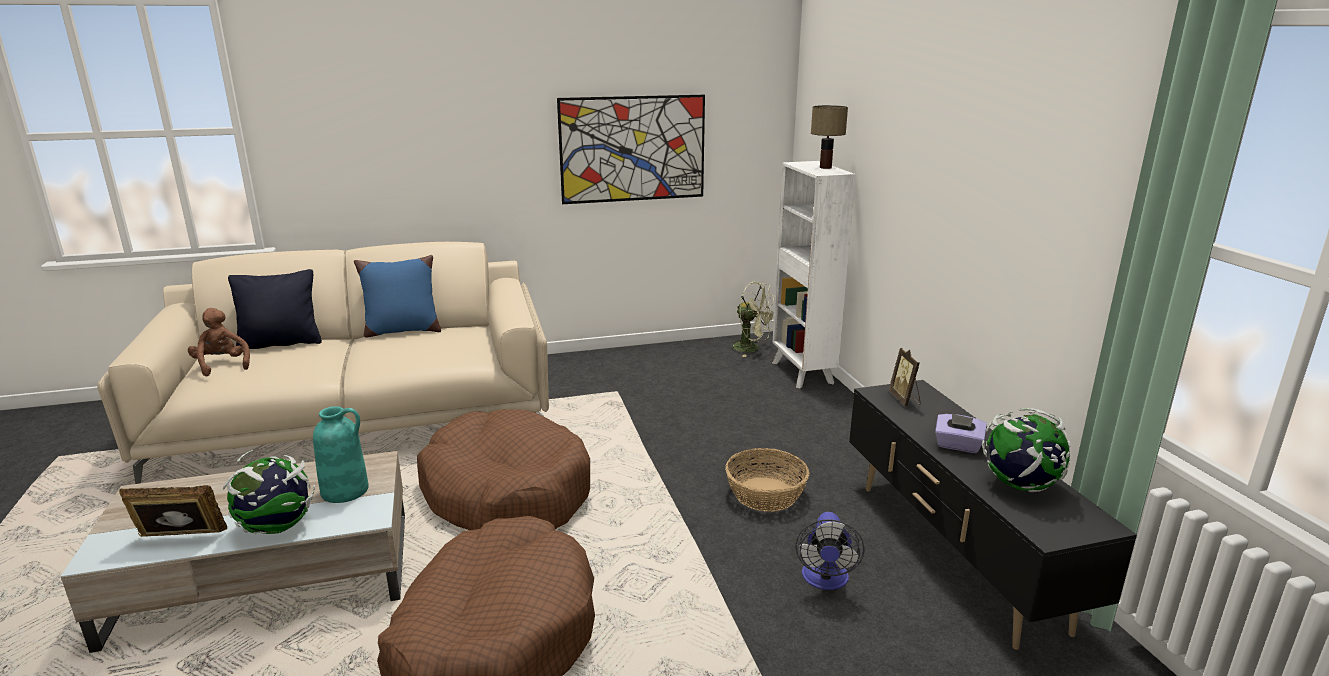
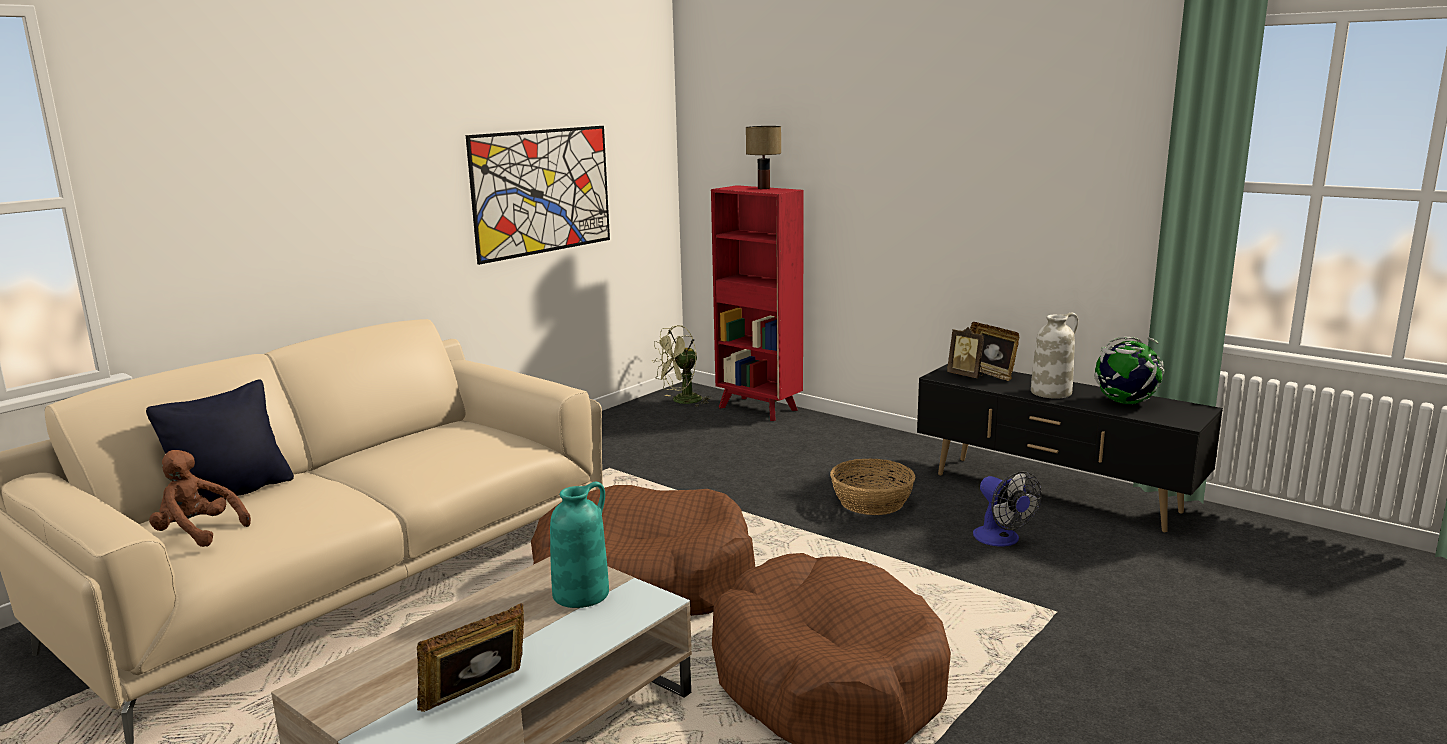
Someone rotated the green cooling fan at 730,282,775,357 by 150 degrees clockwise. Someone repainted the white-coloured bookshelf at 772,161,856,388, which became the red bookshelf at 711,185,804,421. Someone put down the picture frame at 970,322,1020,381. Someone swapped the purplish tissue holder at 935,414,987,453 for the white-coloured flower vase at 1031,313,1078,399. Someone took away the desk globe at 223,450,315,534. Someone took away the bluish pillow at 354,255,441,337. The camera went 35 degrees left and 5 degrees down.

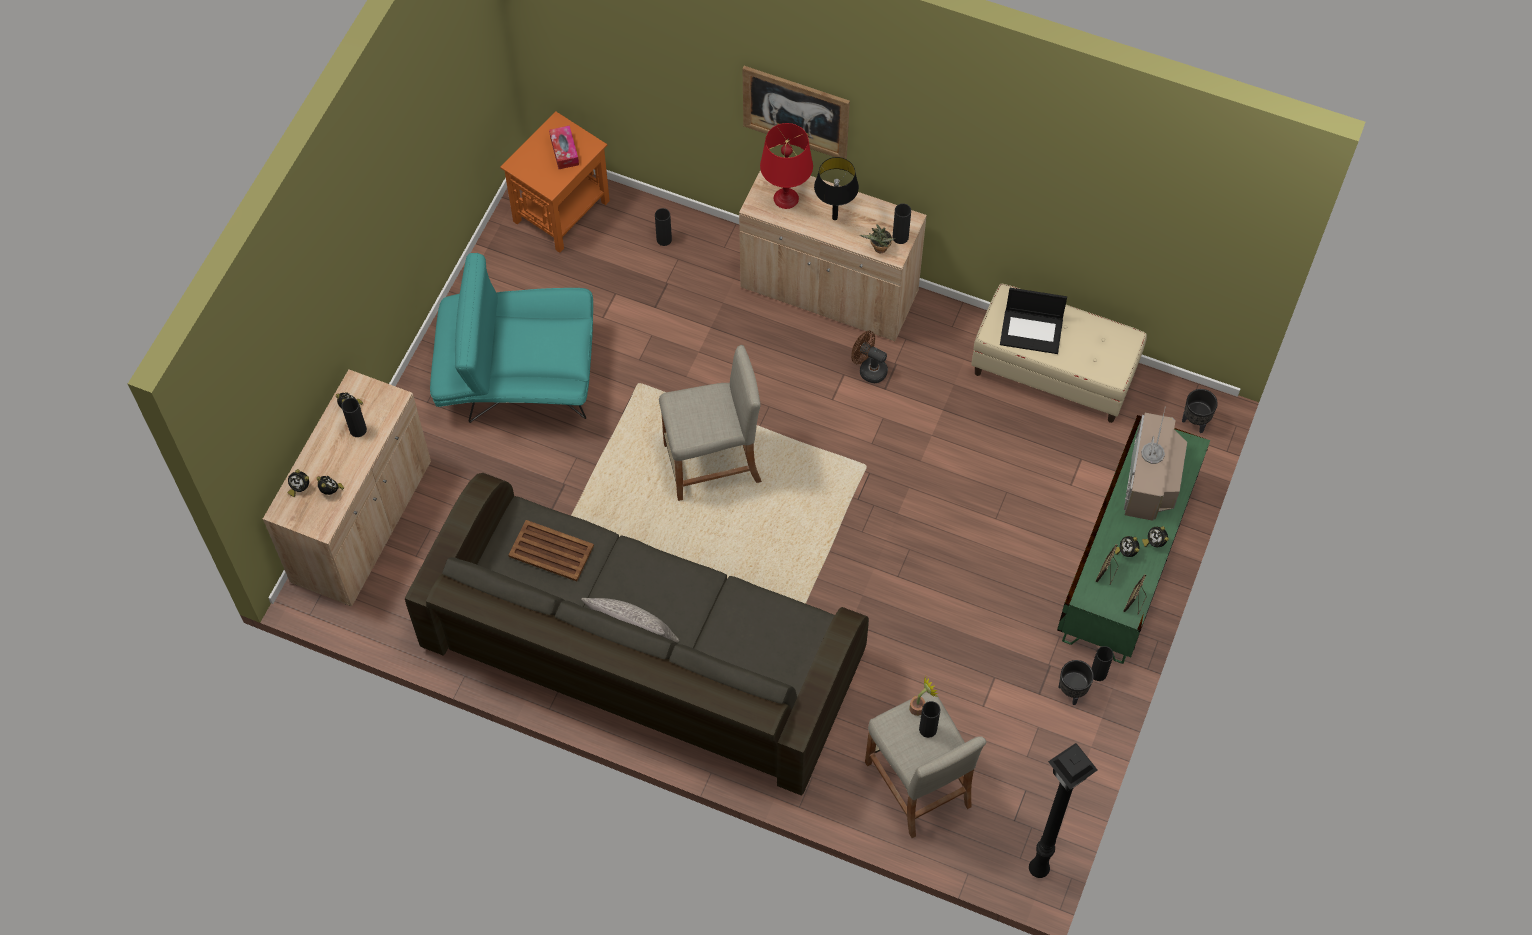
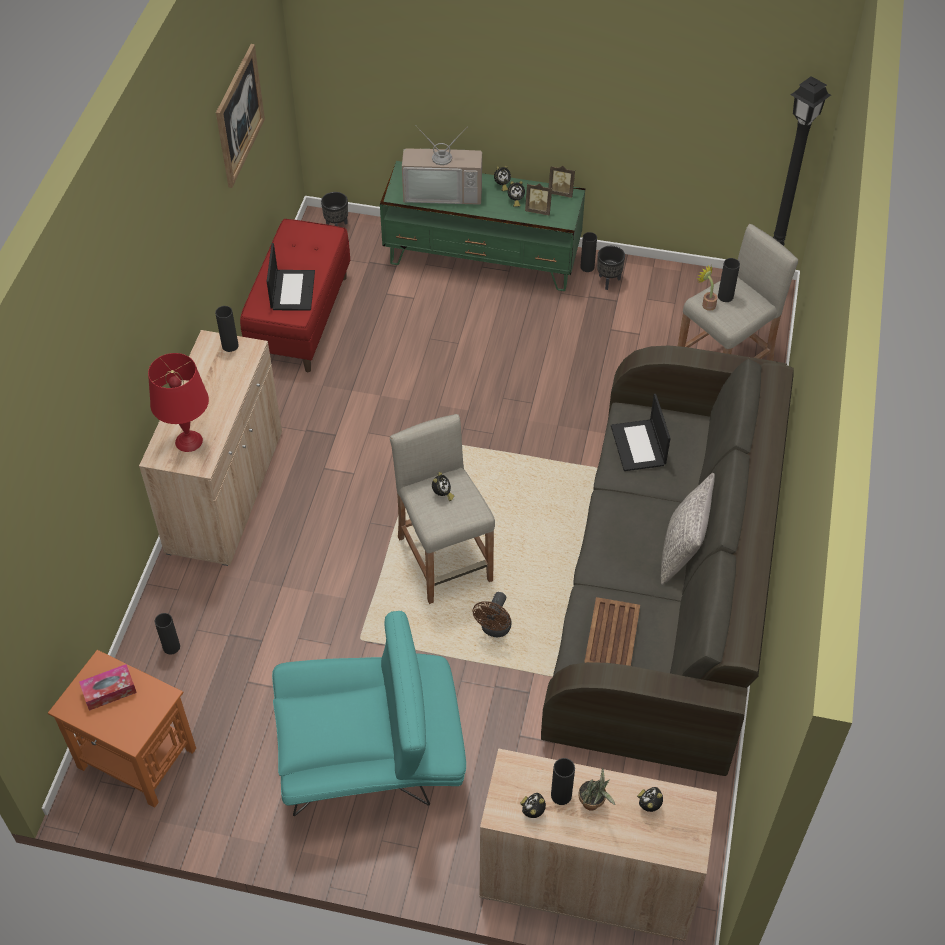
Someone carried the picture from 742,66,850,159 to 216,44,265,188. Someone repainted the beige-coloured long seat at 971,284,1147,423, which became the red long seat at 240,219,350,372. Someone rotated the blue-green lounge chair at 430,253,593,423 by 90 degrees counterclockwise. Someone carried the table clock from 287,469,309,497 to 432,472,454,501. Someone carried the brownish cooling fan from 851,331,888,383 to 472,592,512,637. Someone carried the houseplant from 860,224,895,253 to 578,767,615,811. Someone put down the laptop at 611,394,670,471. Someone took away the black-coloured table lamp at 814,157,859,220. The camera went 100 degrees left and 10 degrees down.

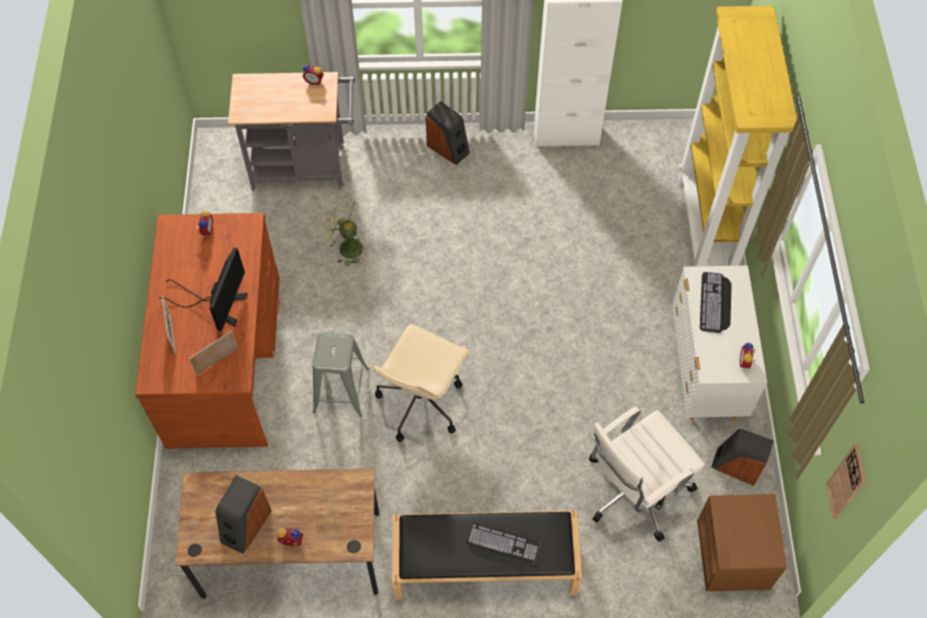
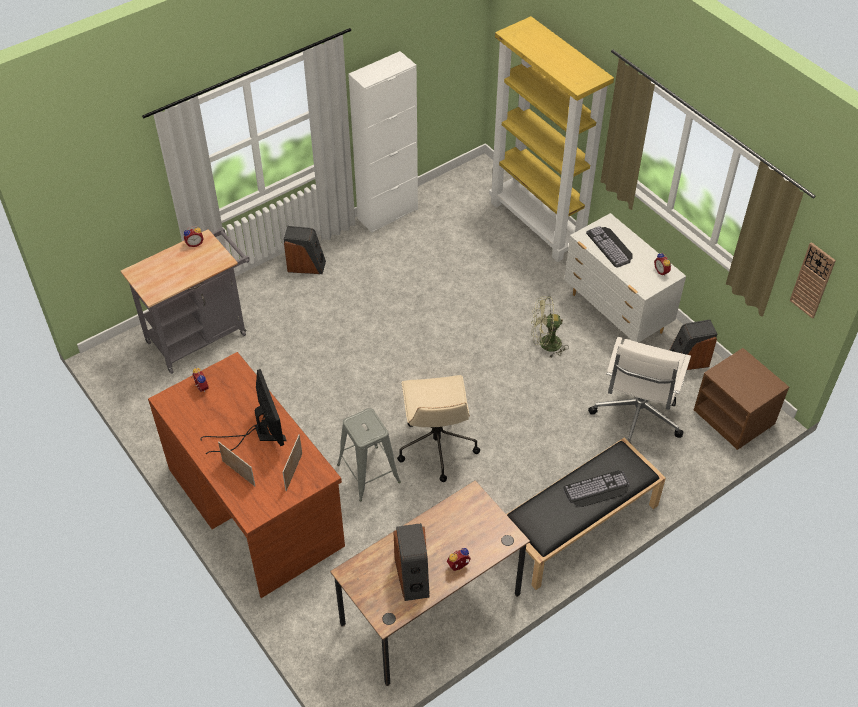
Someone carried the green cooling fan from 319,198,364,266 to 531,296,569,357. The camera went 35 degrees left and 10 degrees down.

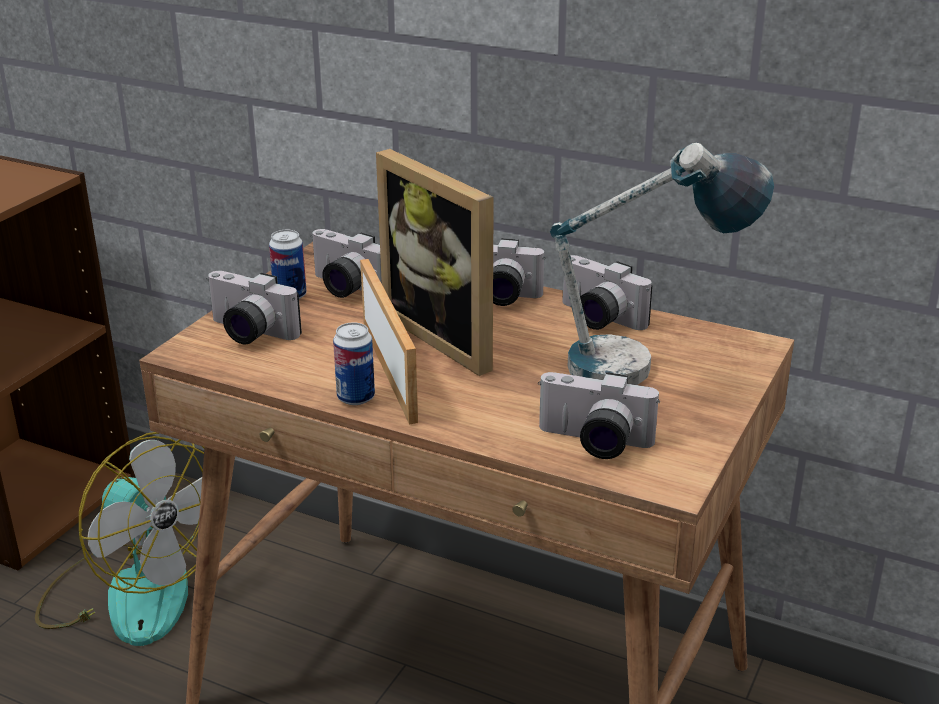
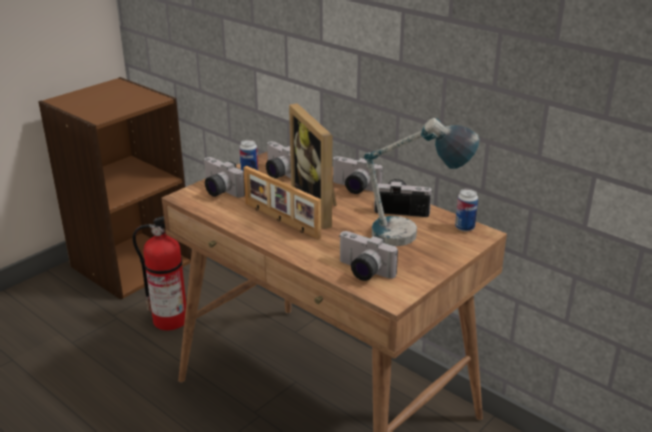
Someone swapped the cooling fan at 35,432,204,646 for the fire-fighting cylinder at 132,216,186,331. Someone rotated the picture frame at 360,259,418,424 by 135 degrees clockwise. Someone rotated the still camera at 562,255,652,330 by 135 degrees clockwise. Someone carried the sealed can from 333,323,375,405 to 455,189,478,232. The camera went 15 degrees right and 0 degrees up.

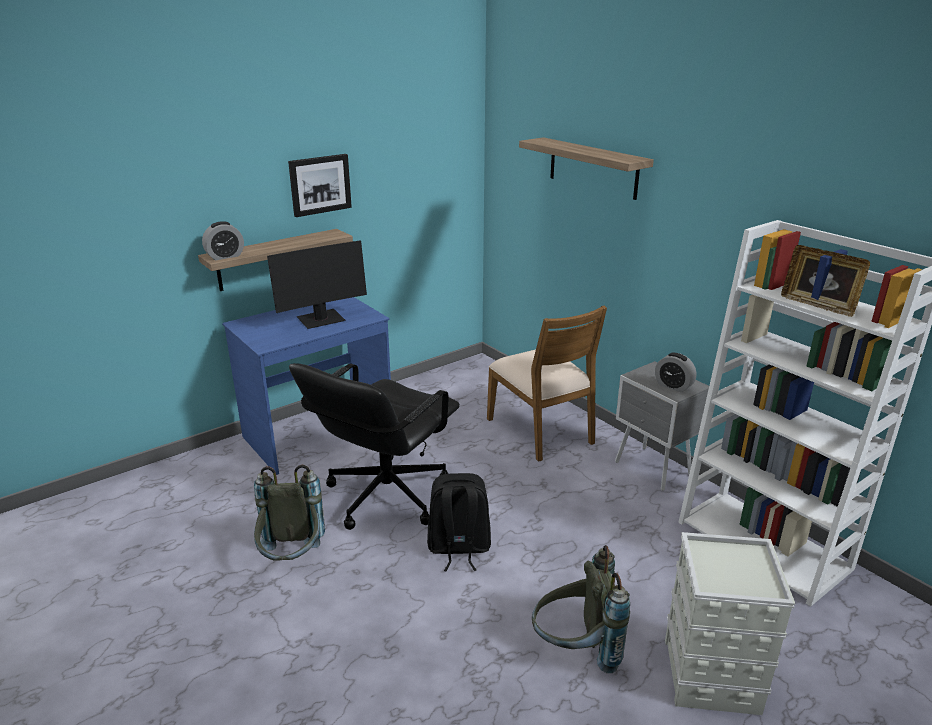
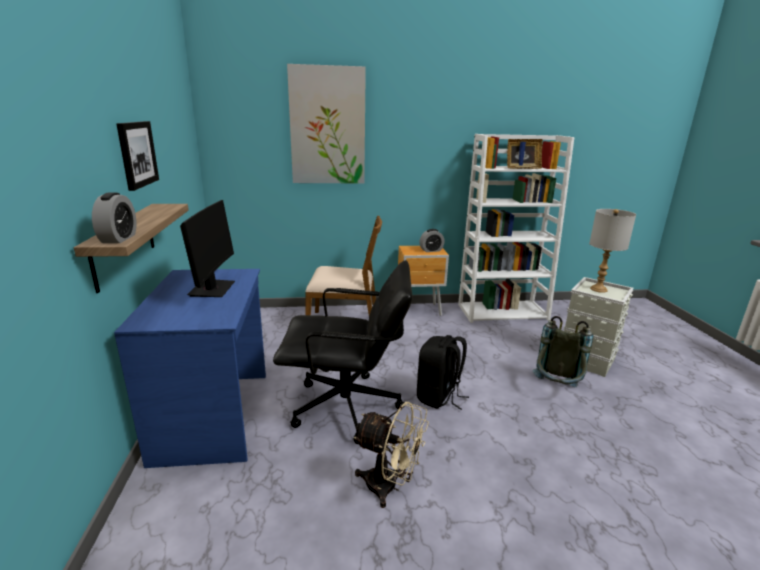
Someone rotated the black-coloured computer chair at 289,363,460,530 by 60 degrees counterclockwise. Someone swapped the bracket shelf at 519,137,654,200 for the picture at 287,64,366,184. Someone swapped the gray backpack at 254,465,325,561 for the beige-coloured cooling fan at 353,402,429,508. Someone repainted the gray nightstand at 615,361,709,491, which became the brownish nightstand at 398,246,449,316. Someone put down the gray table lamp at 589,209,636,293. The camera went 60 degrees left and 5 degrees down.

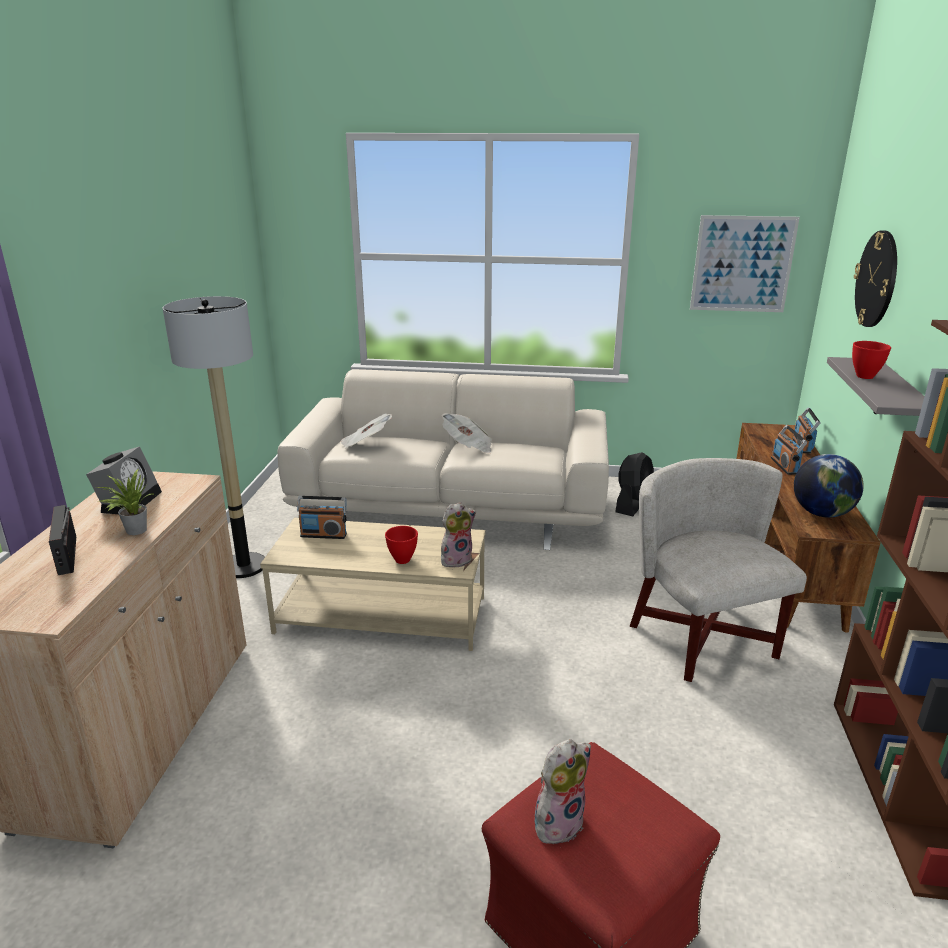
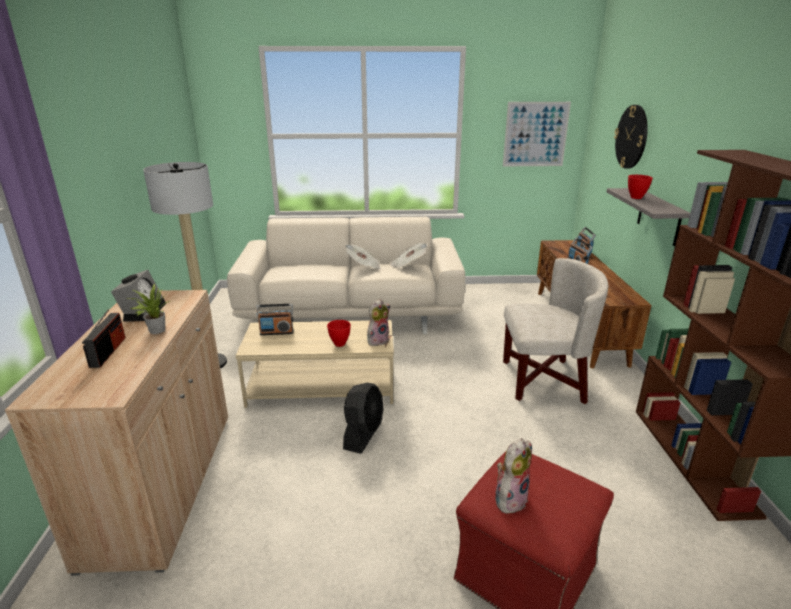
Someone rotated the radio receiver at 49,505,76,575 by 150 degrees counterclockwise. Someone carried the black-coloured cooling fan from 615,452,654,516 to 343,383,384,454. Someone carried the newspaper from 341,413,392,449 to 389,243,429,269. Someone rotated the white-coloured lounge chair at 630,458,807,682 by 120 degrees clockwise. Someone took away the desk globe at 794,454,864,518. The camera went 10 degrees left and 0 degrees up.

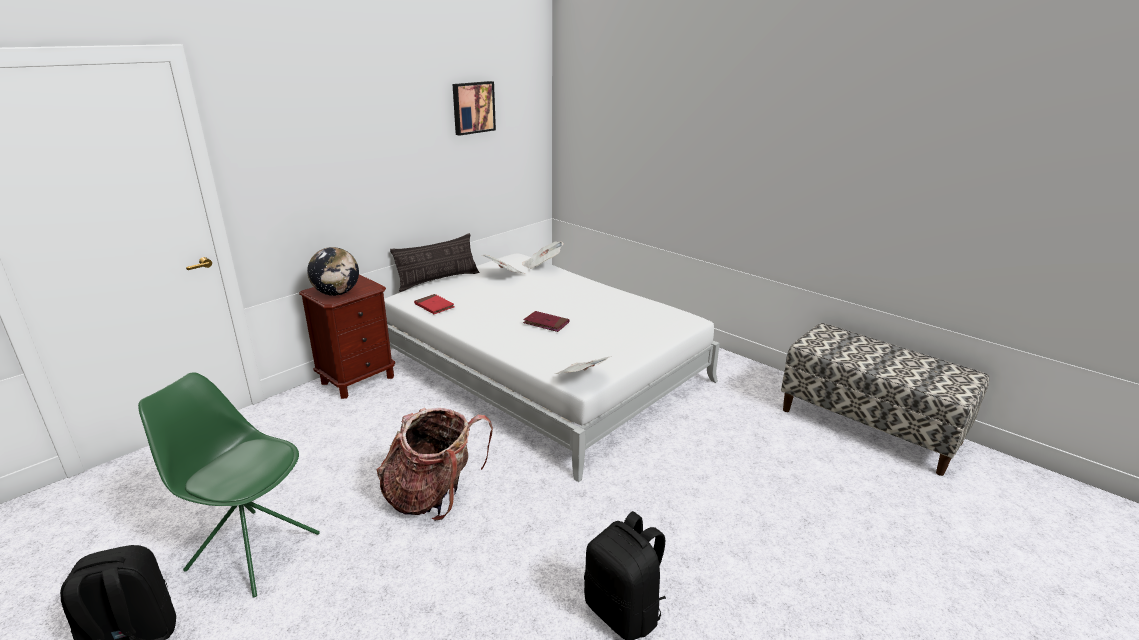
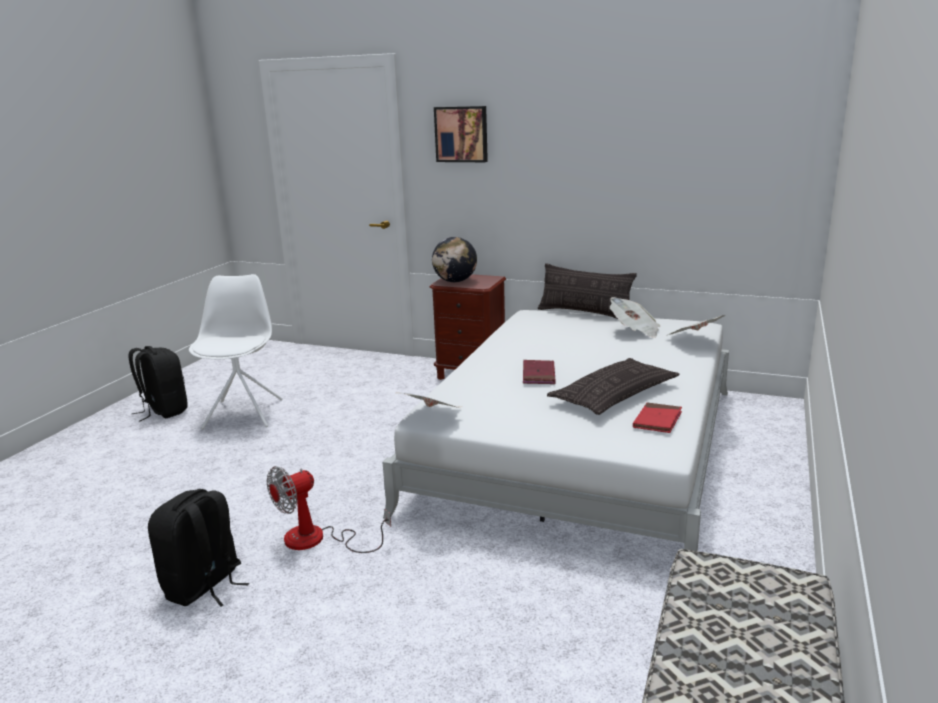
Someone repainted the green plain chair at 138,372,320,598, which became the white-coloured plain chair at 189,274,283,429. Someone put down the cooling fan at 267,466,391,553. Someone carried the picture from 452,81,496,136 to 434,106,488,162. Someone put down the pillow at 547,358,680,415. Someone carried the red volume from 414,294,454,314 to 633,403,682,433. Someone took away the backpack at 377,408,493,521. The camera went 70 degrees right and 5 degrees down.

